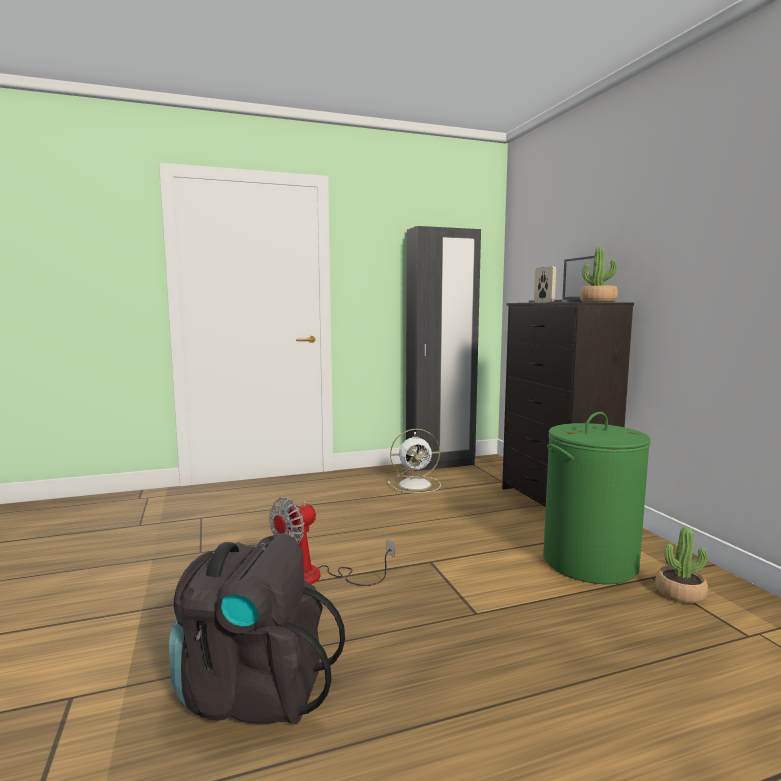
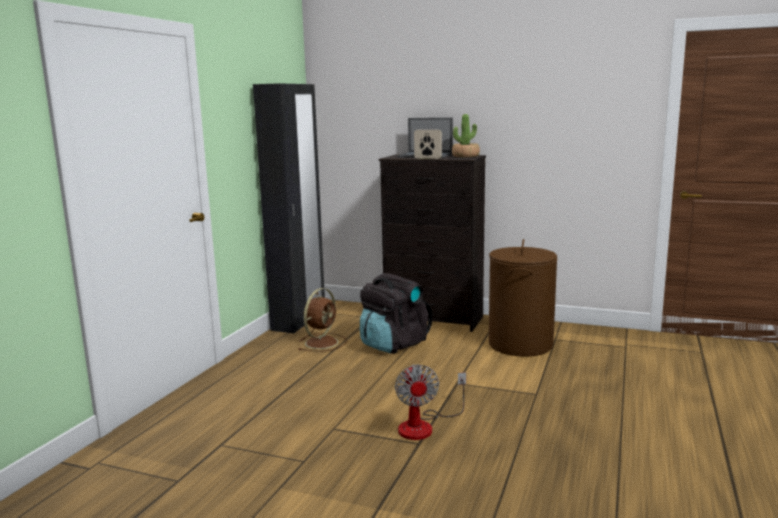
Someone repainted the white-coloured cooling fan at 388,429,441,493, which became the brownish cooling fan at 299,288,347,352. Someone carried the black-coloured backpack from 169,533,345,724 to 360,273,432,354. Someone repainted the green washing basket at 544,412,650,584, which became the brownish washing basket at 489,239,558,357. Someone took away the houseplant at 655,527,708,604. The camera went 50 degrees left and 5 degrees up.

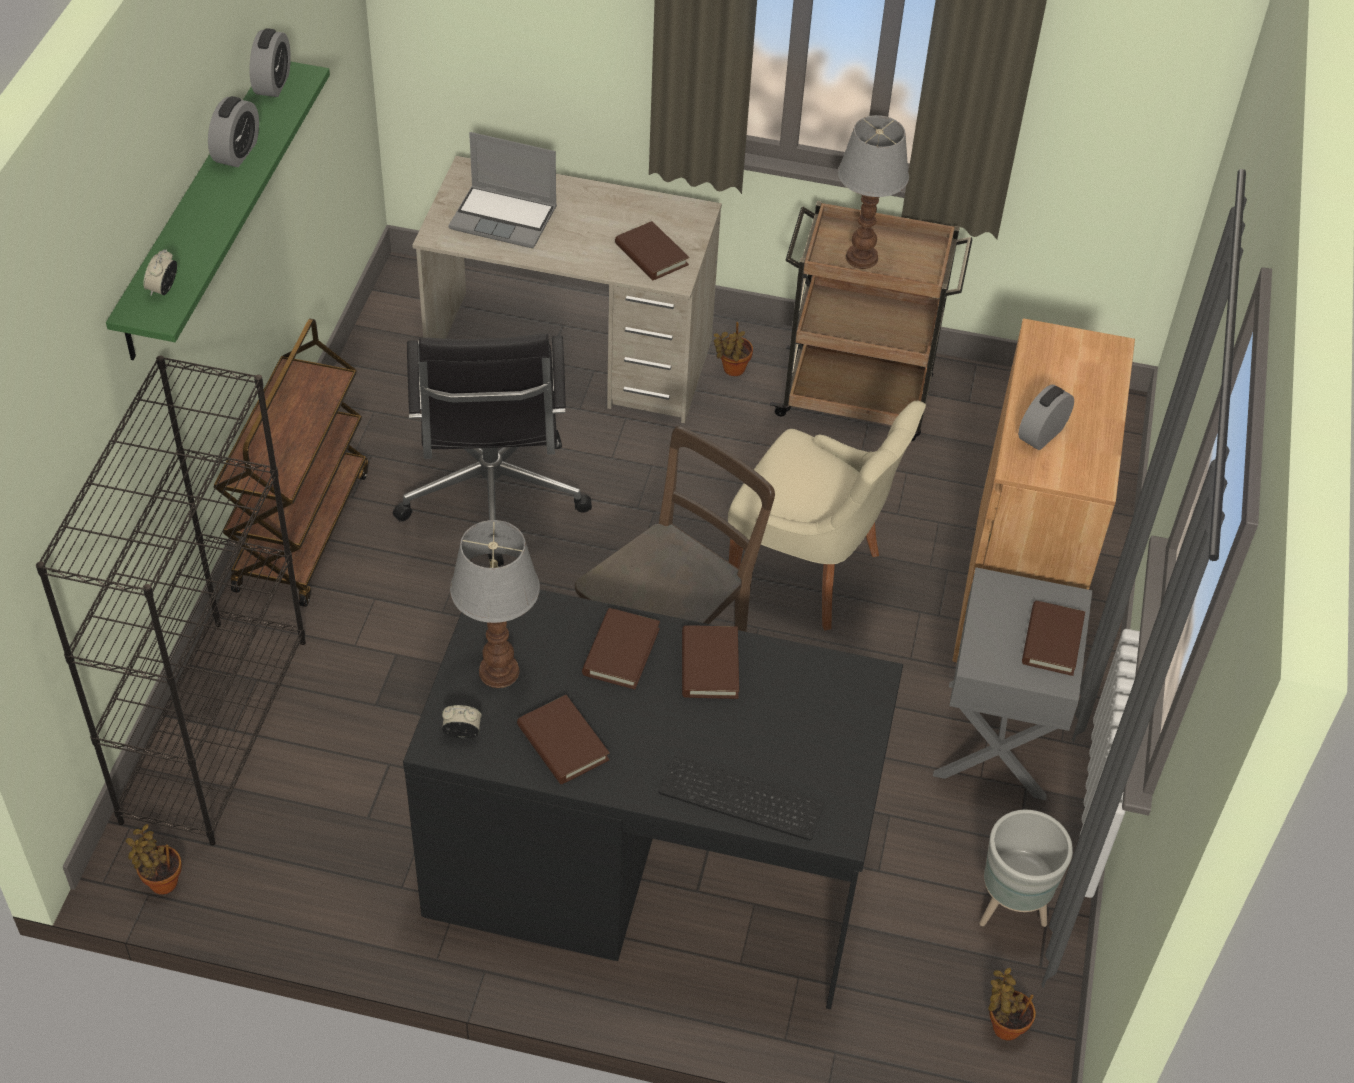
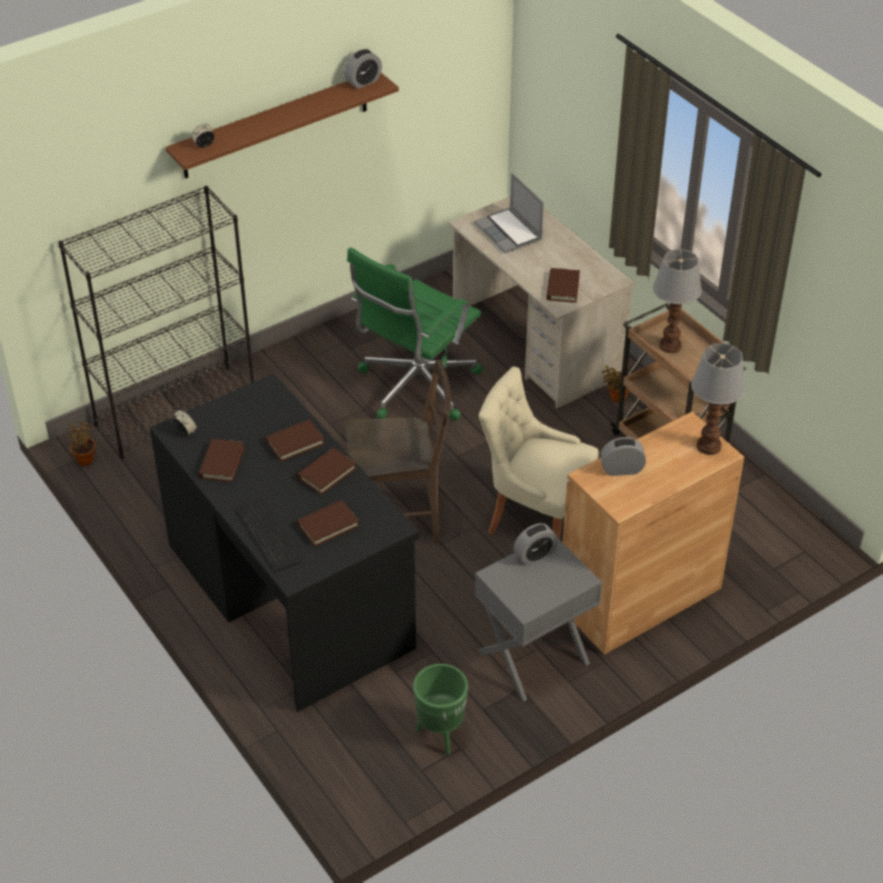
Someone repainted the green bracket shelf at 106,62,330,360, which became the brownish bracket shelf at 165,73,399,179. Someone carried the brownish volume from 1022,601,1085,676 to 297,500,359,547. Someone repainted the black-coloured computer chair at 393,334,592,566, which became the green computer chair at 347,247,483,421. Someone repainted the gray planter at 979,810,1073,927, which became the green planter at 413,664,468,755. Someone rotated the beige-coloured plain chair at 728,400,926,630 by 135 degrees clockwise. Someone carried the table clock from 208,96,259,167 to 514,523,558,565. Someone carried the table lamp from 450,520,540,688 to 691,343,746,455. Someone took away the brownish cart at 214,319,369,607. Someone took away the houseplant at 988,968,1036,1041. The camera went 45 degrees right and 5 degrees down.

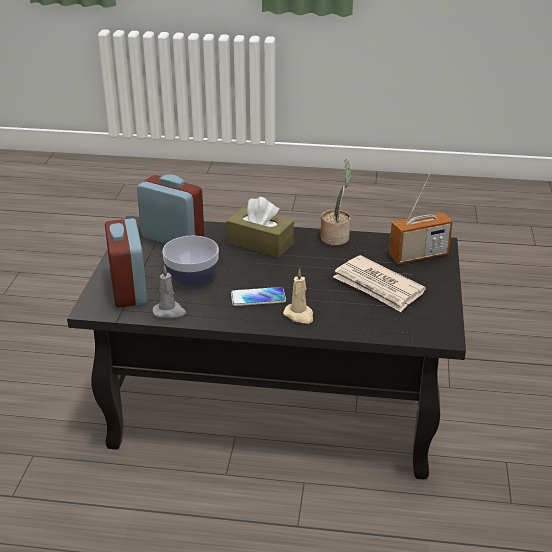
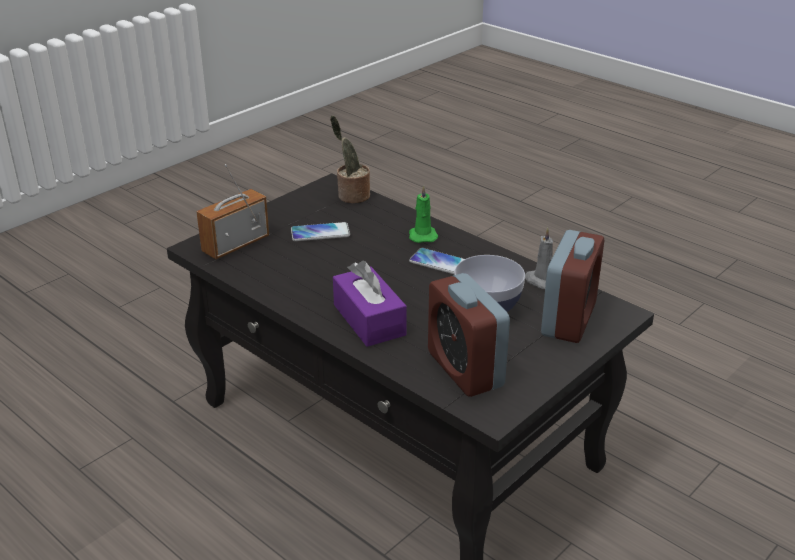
Someone rotated the radio receiver at 389,174,453,264 by 60 degrees counterclockwise. Someone swapped the newspaper at 333,255,426,312 for the telephone at 291,222,350,241. Someone carried the houseplant from 321,159,351,245 to 330,115,370,203. Someone repainted the brownish tissue holder at 226,197,294,258, which became the purplish tissue holder at 333,261,407,347. Someone repainted the beige-coloured candle at 283,268,313,324, which became the green candle at 409,185,438,243. The camera went 145 degrees left and 0 degrees up.

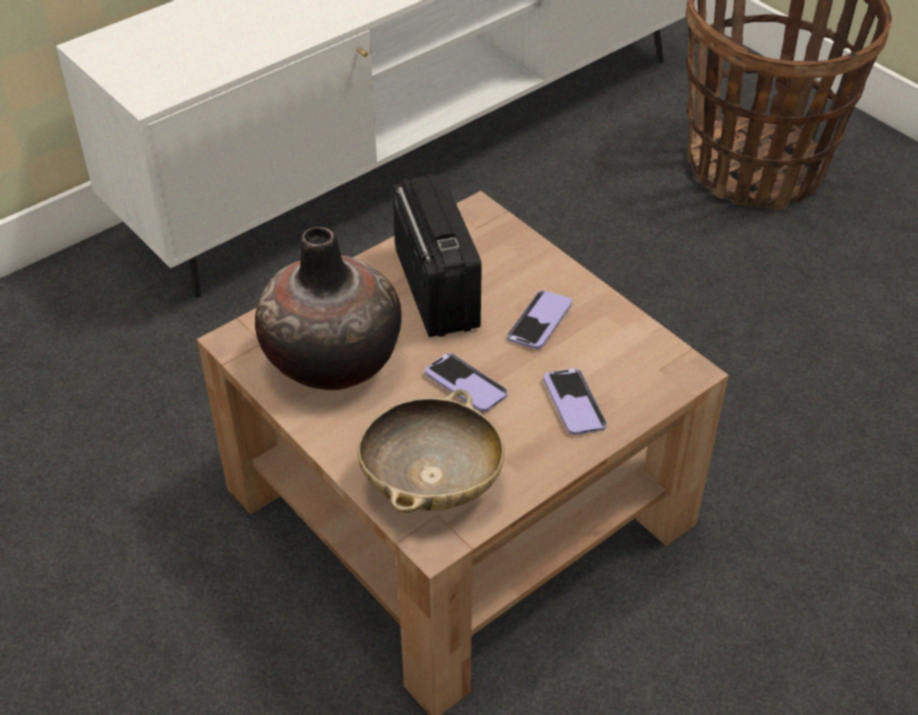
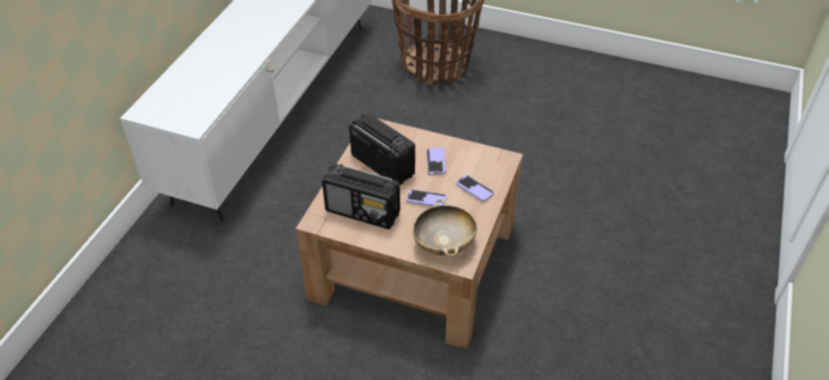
Someone swapped the flower vase at 255,227,402,390 for the radio receiver at 322,164,400,229. The camera went 30 degrees left and 0 degrees up.

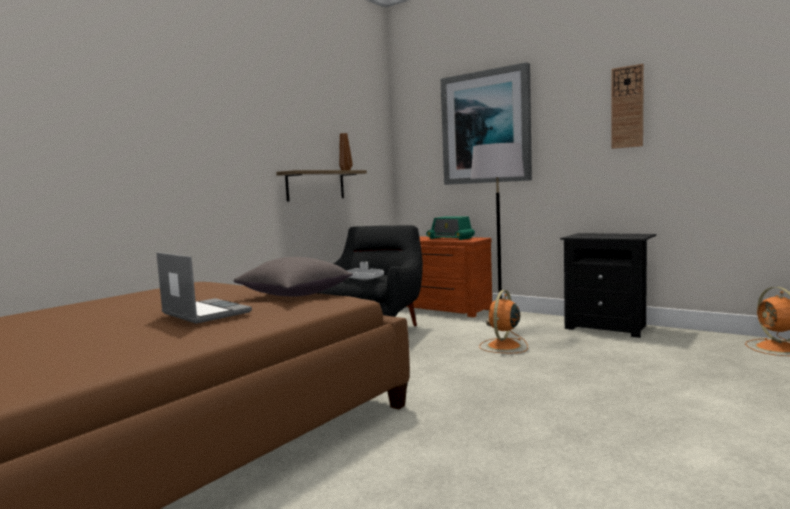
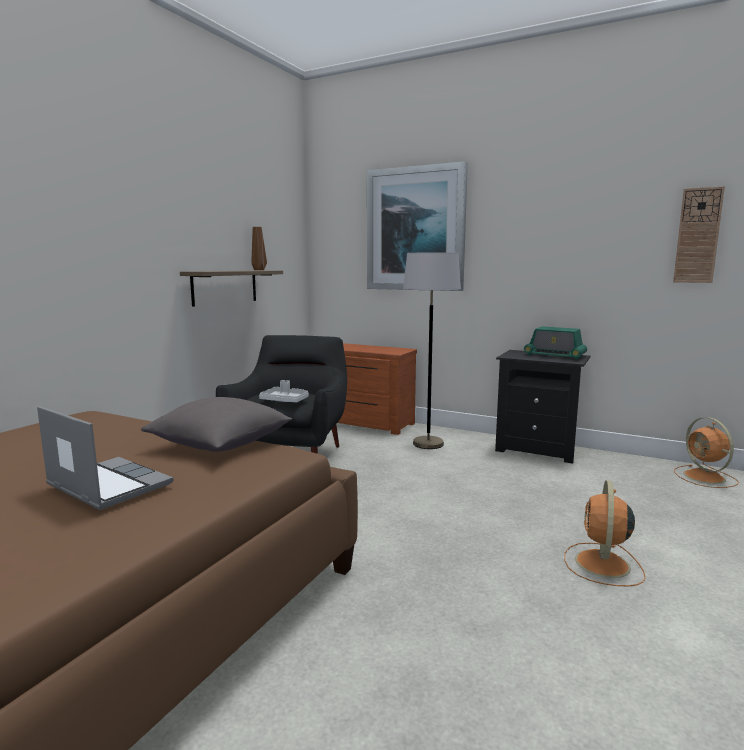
Someone carried the radio receiver from 426,216,475,240 to 524,326,587,360. Someone carried the orange cooling fan from 479,290,528,353 to 564,480,646,586. Someone carried the clock on the wall from 612,64,644,149 to 673,186,725,283. The camera went 10 degrees left and 5 degrees up.

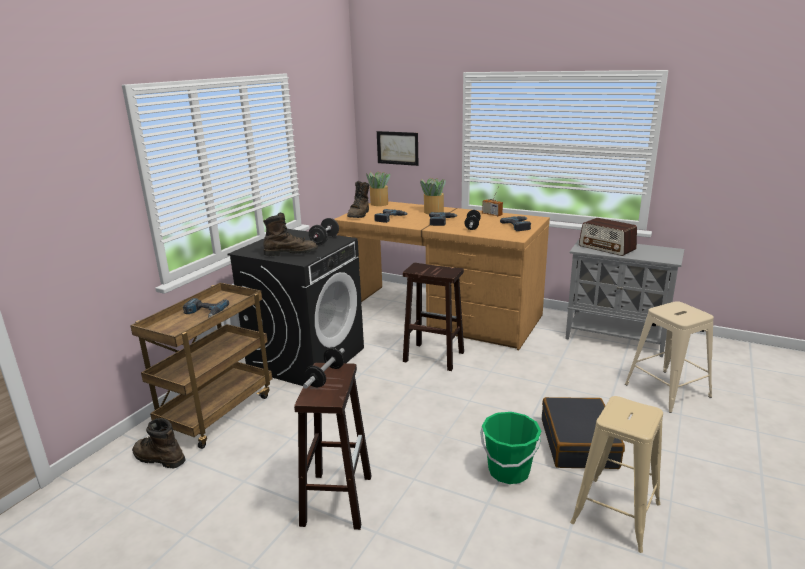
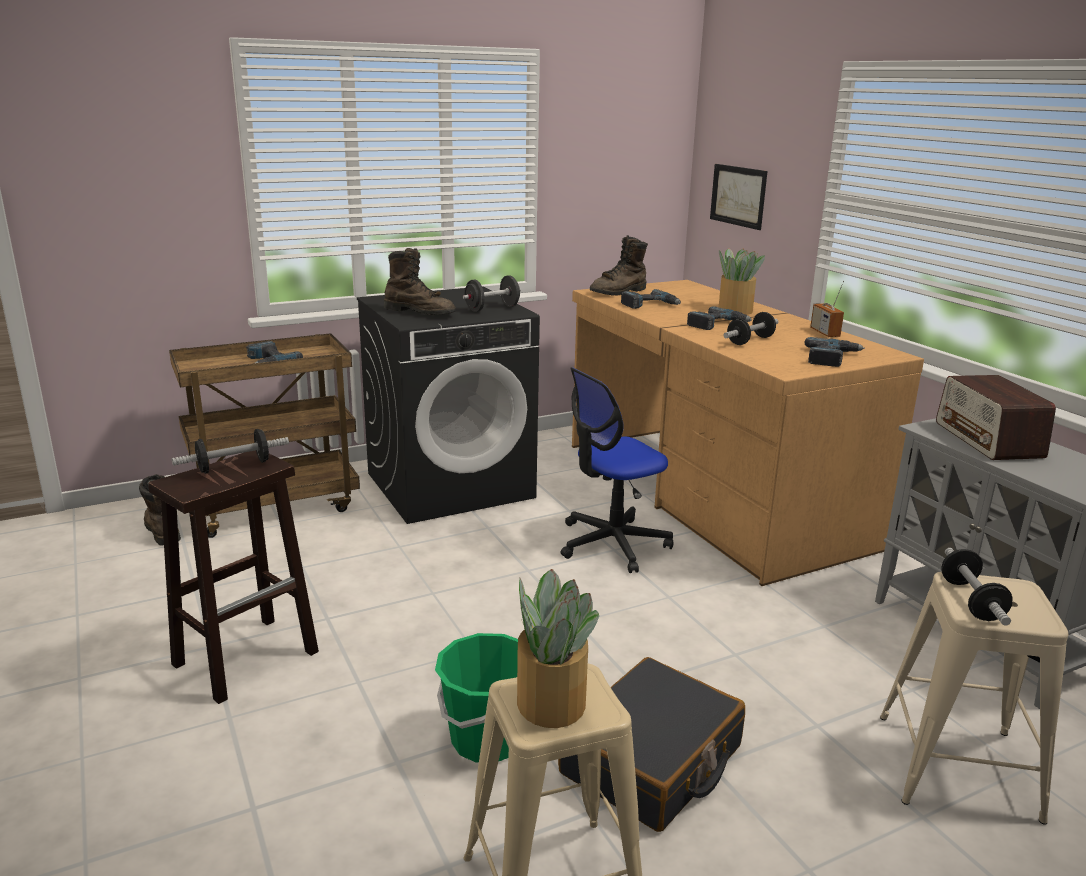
Someone carried the houseplant from 366,171,390,206 to 517,569,599,728. Someone swapped the brownish stool seat at 403,263,464,371 for the computer chair at 561,367,674,573. Someone put down the free weight at 941,548,1013,626. The camera went 35 degrees right and 0 degrees up.

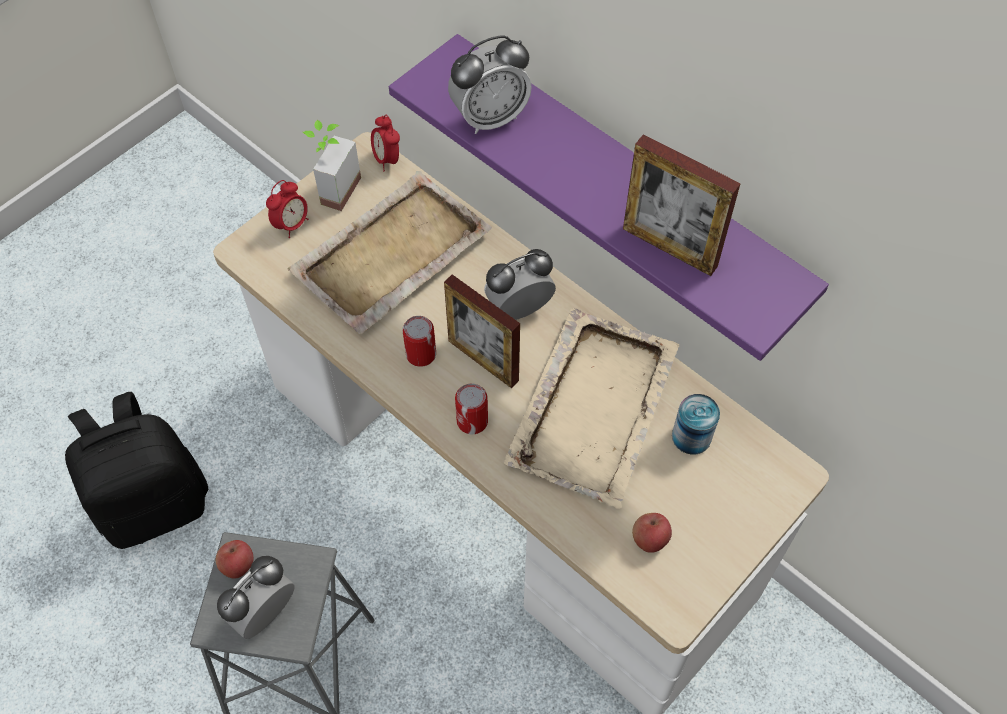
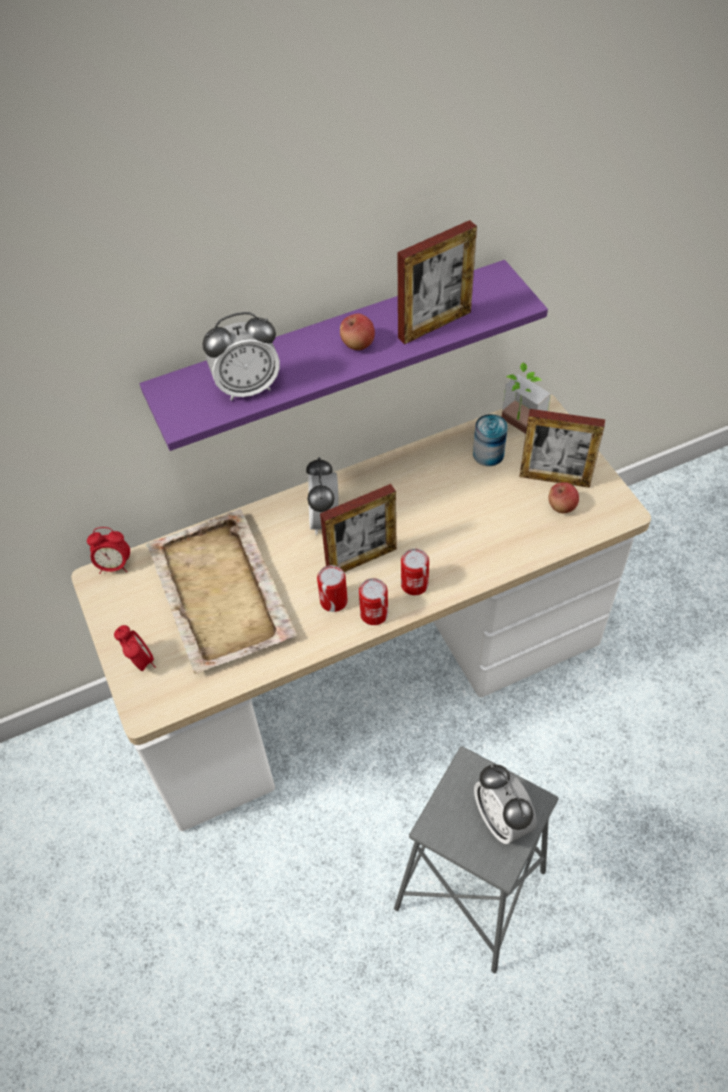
Someone rotated the table clock at 448,35,532,134 by 75 degrees clockwise. Someone carried the apple fruit from 216,540,254,579 to 340,314,375,350. Someone put down the sealed can at 359,578,388,625. Someone carried the houseplant from 303,120,361,211 to 502,363,551,434. Someone put down the picture frame at 519,409,605,488. Someone took away the black-coloured backpack at 65,392,208,549. Someone took away the beige-coloured serving tray at 504,308,679,509. The camera went 65 degrees left and 5 degrees down.

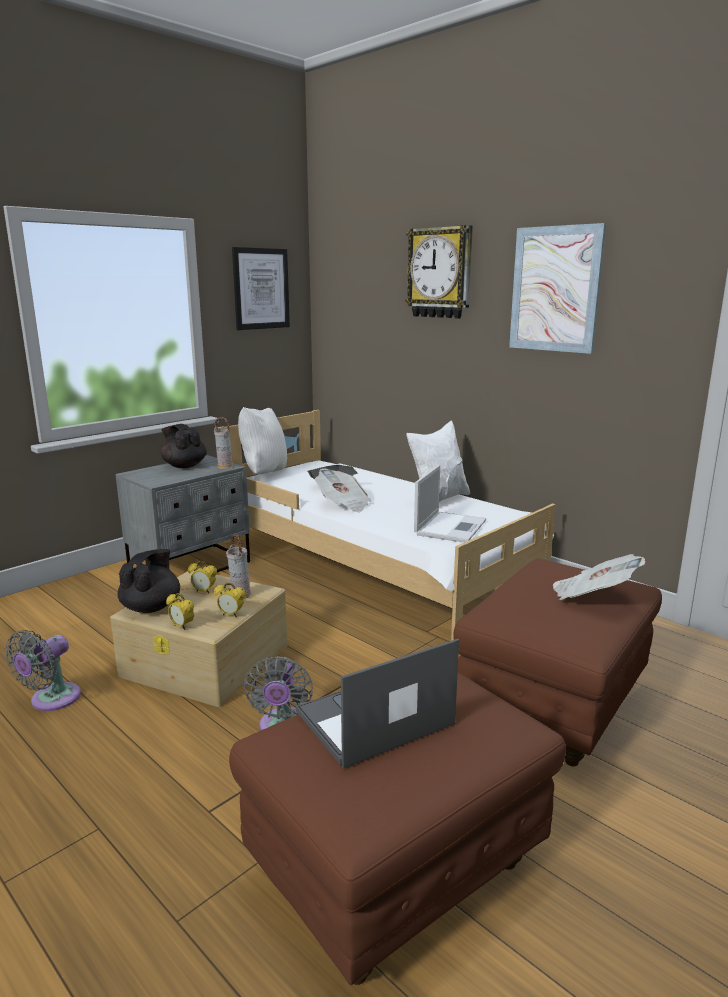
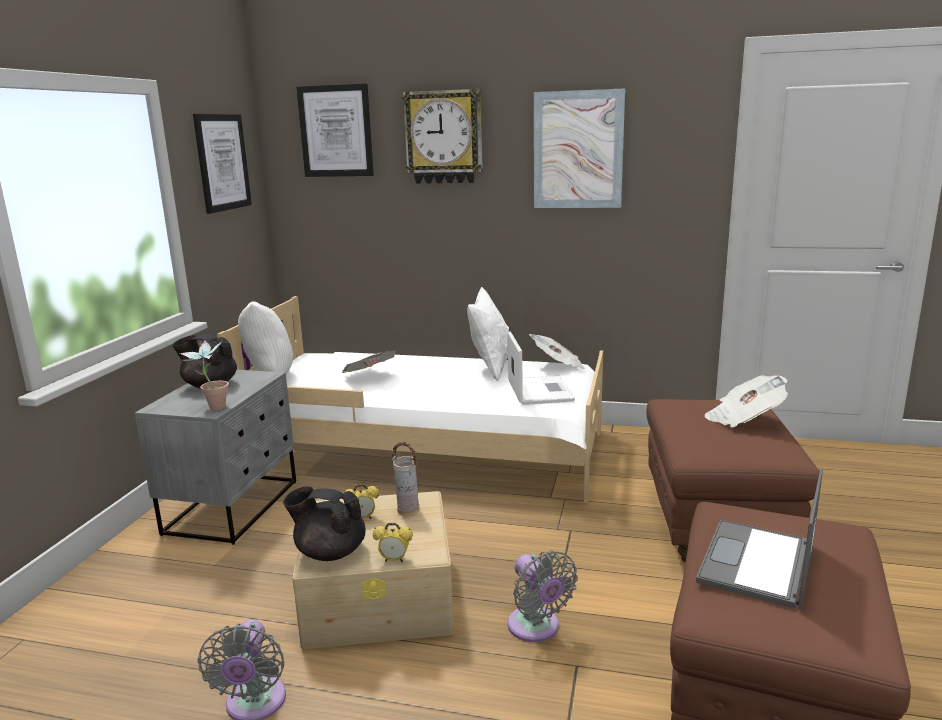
Someone put down the houseplant at 179,340,229,410. Someone rotated the black-coloured pot for tea at 118,549,180,613 by 60 degrees counterclockwise. Someone put up the picture at 296,83,374,177. Someone carried the newspaper from 315,469,371,512 to 529,334,585,369. Someone took away the flower vase at 214,417,233,469. Someone took away the table clock at 214,583,245,617. The camera went 30 degrees left and 0 degrees up.

